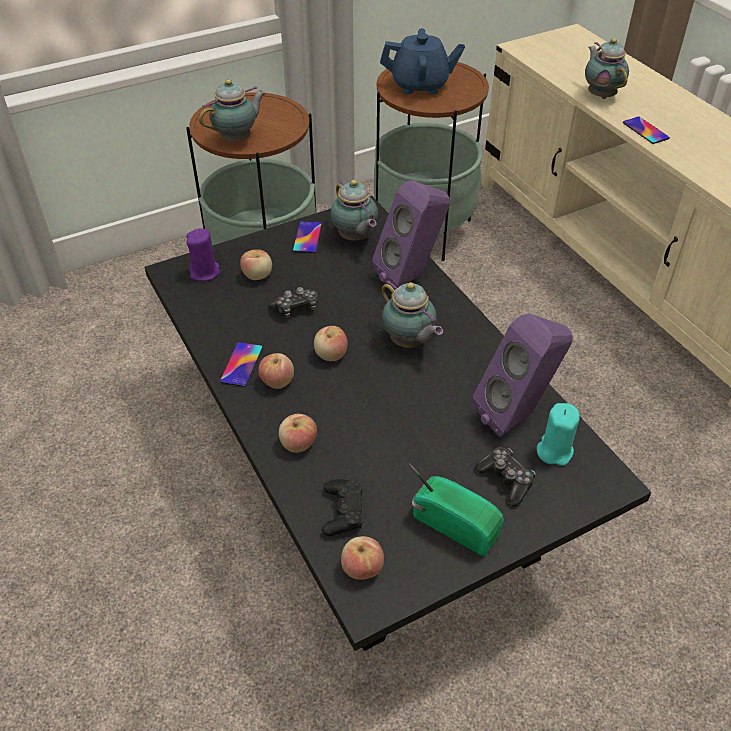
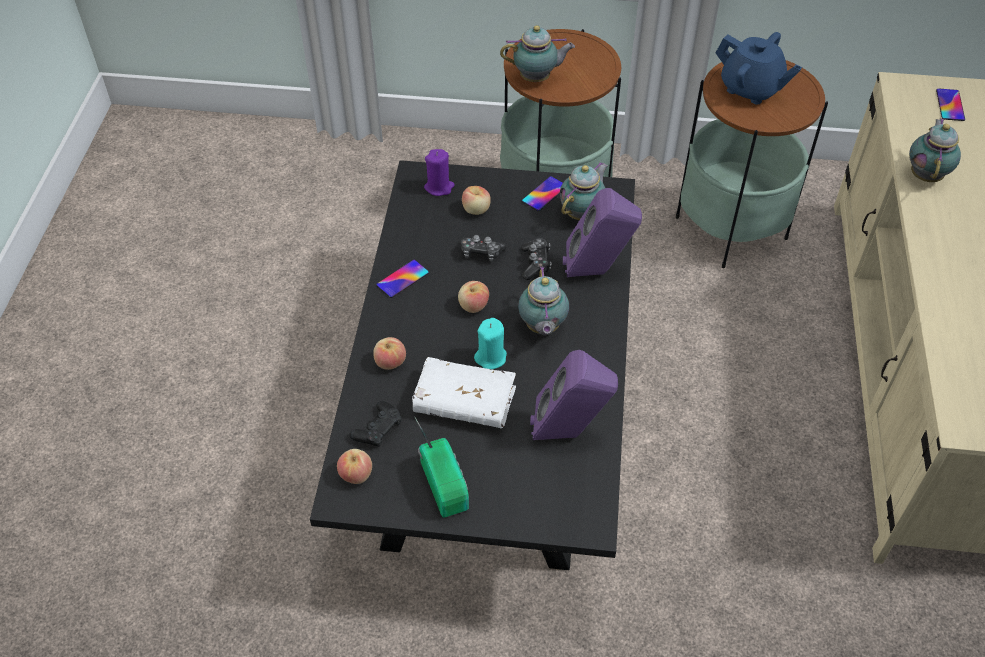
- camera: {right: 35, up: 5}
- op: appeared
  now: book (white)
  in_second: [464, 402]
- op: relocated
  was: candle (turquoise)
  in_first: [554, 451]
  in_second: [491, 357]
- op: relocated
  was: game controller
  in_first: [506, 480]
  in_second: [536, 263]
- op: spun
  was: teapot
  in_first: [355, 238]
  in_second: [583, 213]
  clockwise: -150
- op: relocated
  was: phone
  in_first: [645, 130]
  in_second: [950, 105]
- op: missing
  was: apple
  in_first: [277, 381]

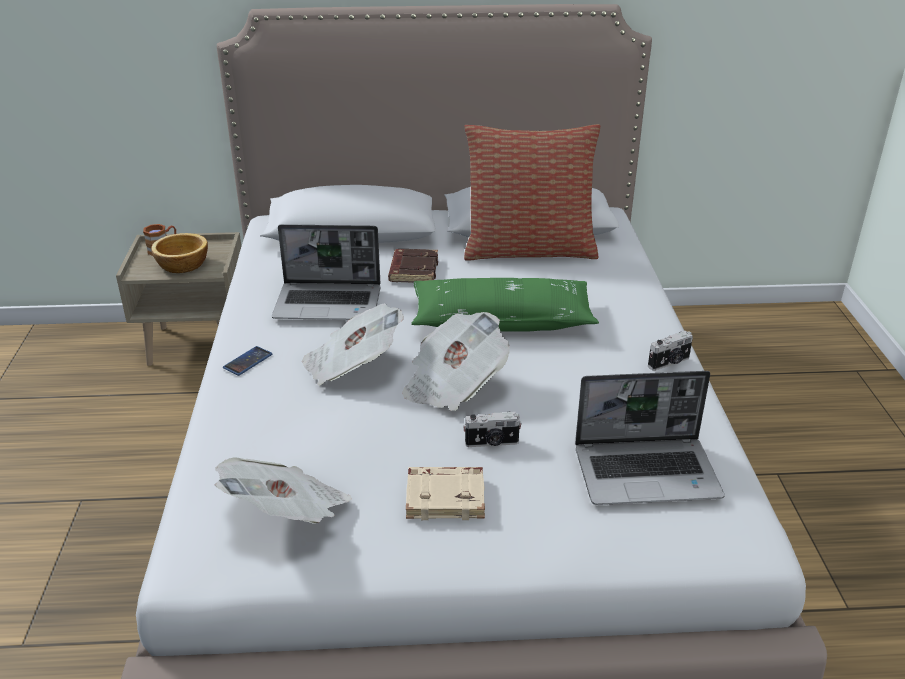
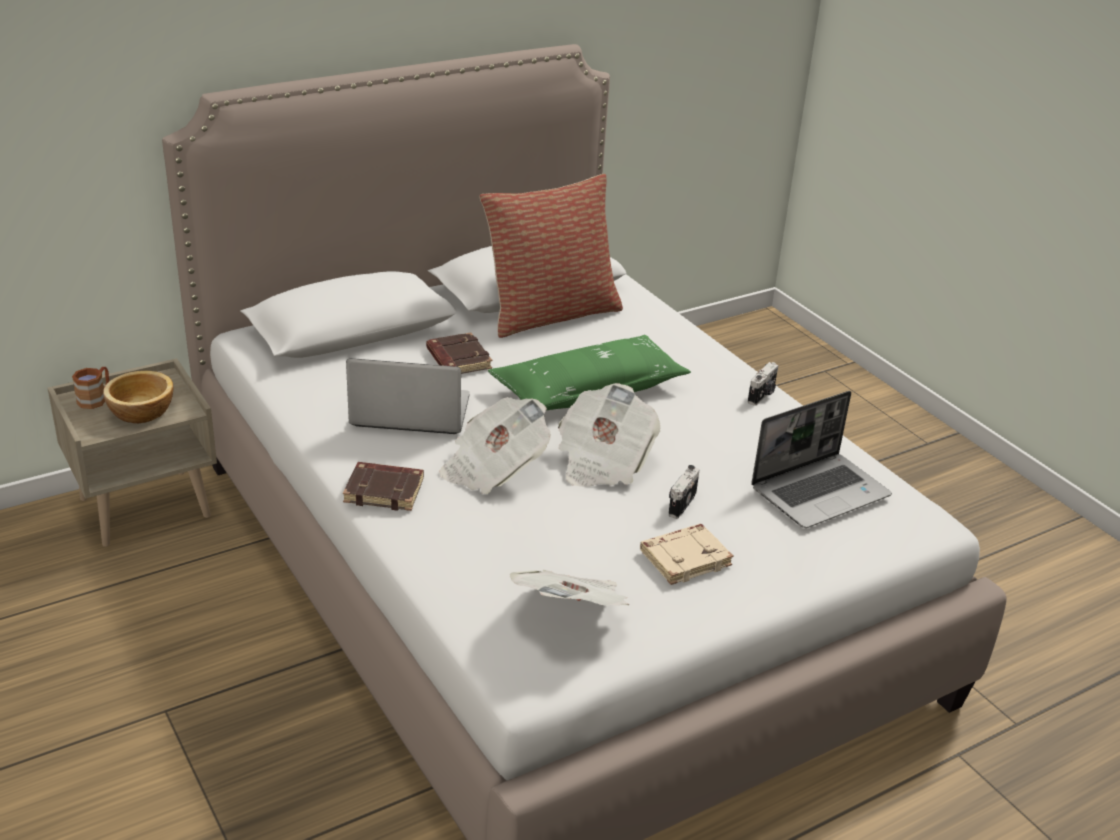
- camera: {right: -30, up: 0}
- op: exchanged
  was: phone
  now: book (brown)
  in_first: [248, 361]
  in_second: [385, 491]
- op: spun
  was: laptop
  in_first: [329, 303]
  in_second: [408, 412]
  clockwise: -150
- op: spun
  was: photo camera
  in_first: [492, 443]
  in_second: [680, 503]
  clockwise: 150

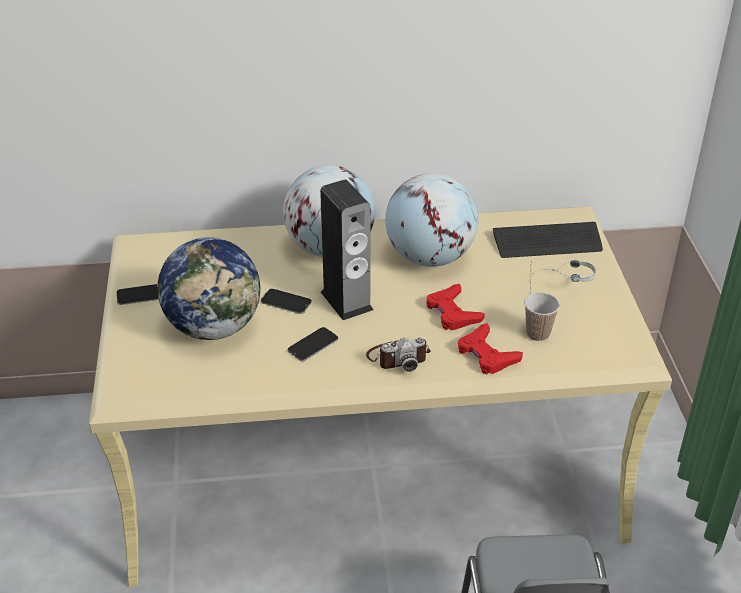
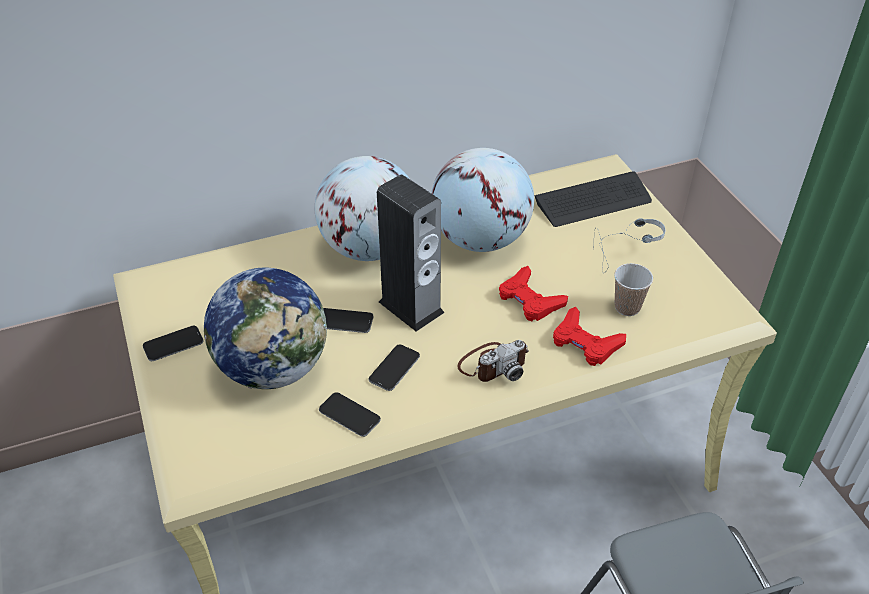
- camera: {right: -15, up: 5}
- op: appeared
  now: phone
  in_second: [349, 415]

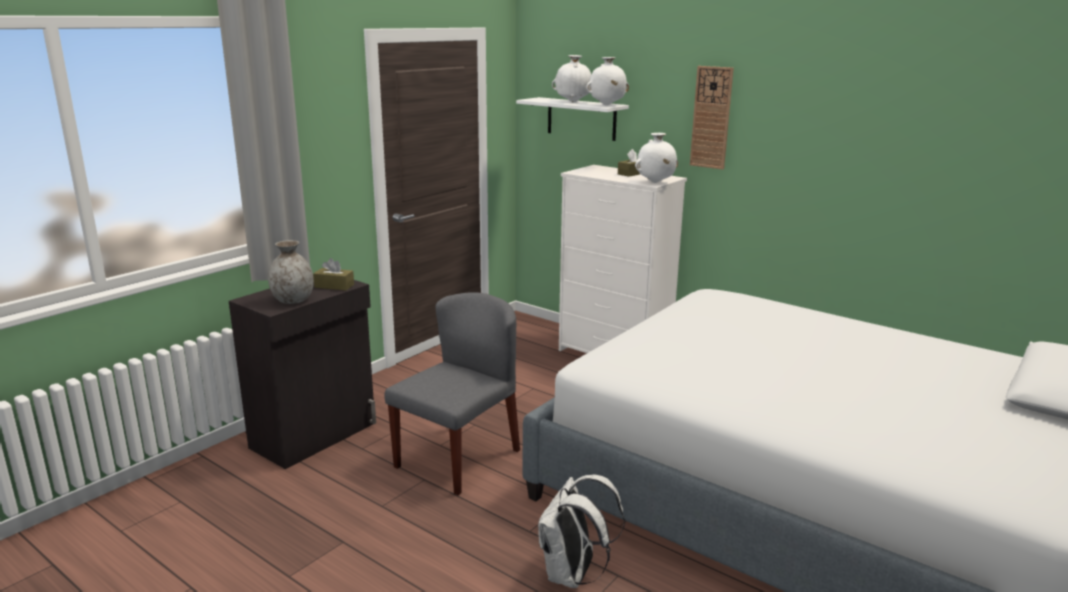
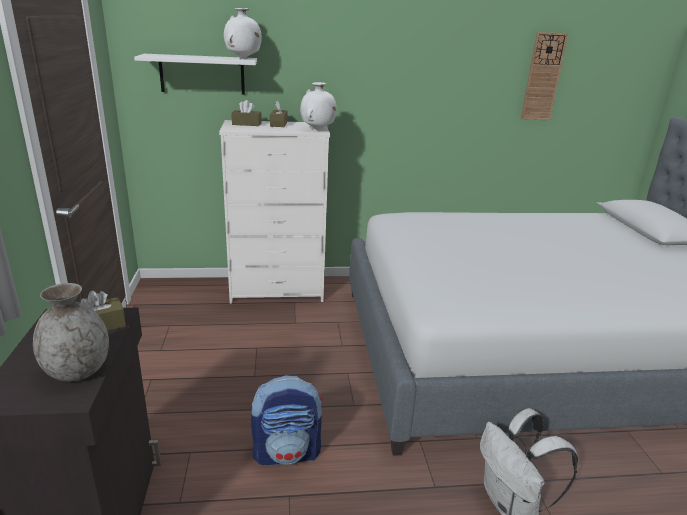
- camera: {right: -45, up: 5}
- op: appeared
  now: tissue box (brown)
  in_second: [246, 124]
- op: exchanged
  was: chair (grey)
  now: backpack
  in_first: [458, 458]
  in_second: [287, 452]
- op: relocated
  was: wall clock
  in_first: [711, 117]
  in_second: [543, 77]
- op: missing
  was: vase (white)
  in_first: [573, 102]

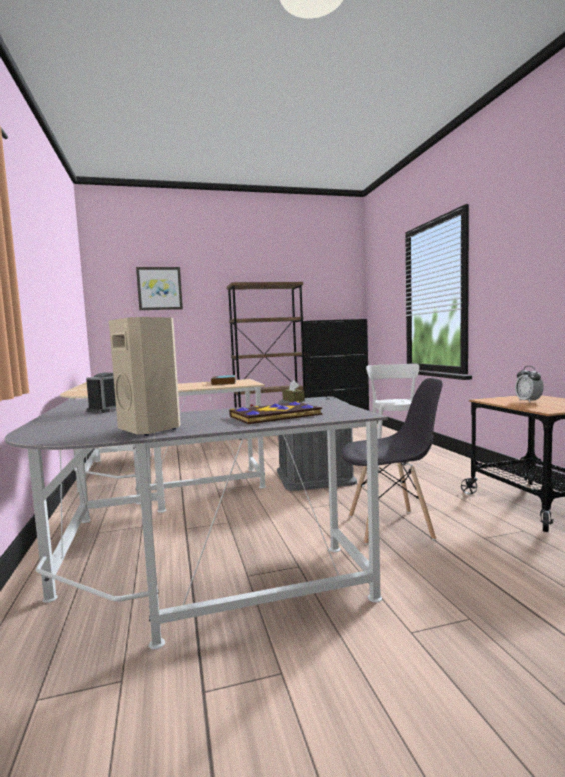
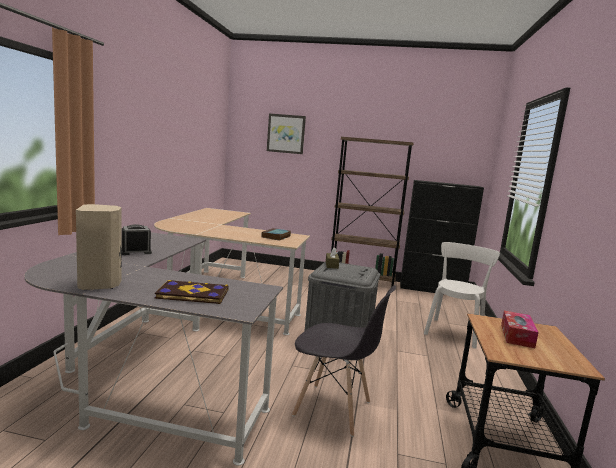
- camera: {right: 25, up: 5}
- op: exchanged
  was: alarm clock
  now: tissue box
  in_first: [528, 401]
  in_second: [517, 336]

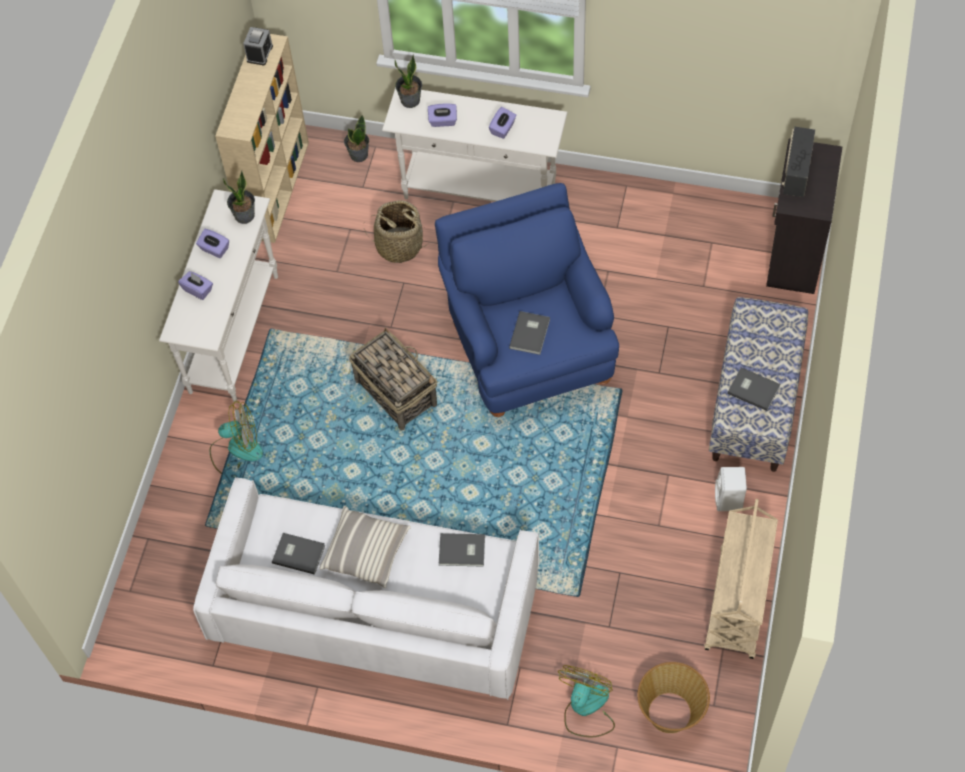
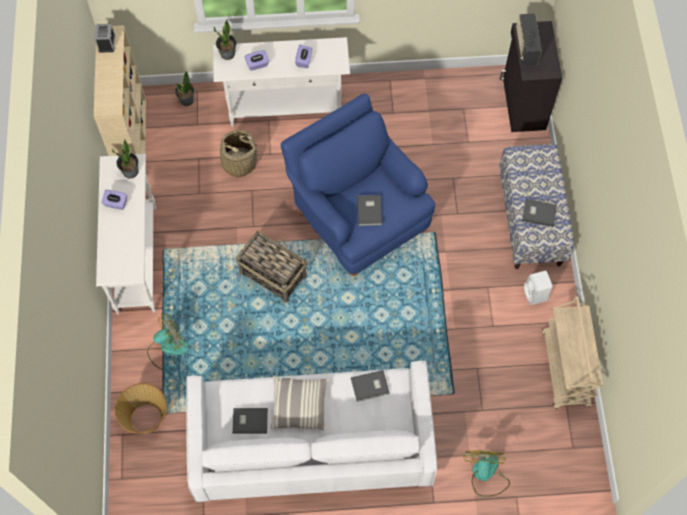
- camera: {right: -20, up: 5}
- op: relocated
  was: basket
  in_first: [670, 713]
  in_second: [146, 418]
- op: missing
  was: tissue box (purple)
  in_first: [198, 290]

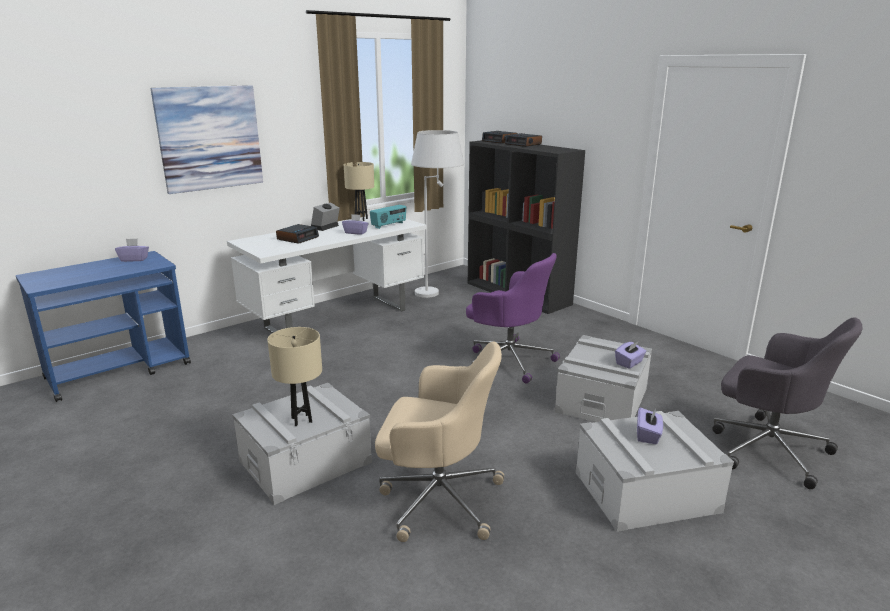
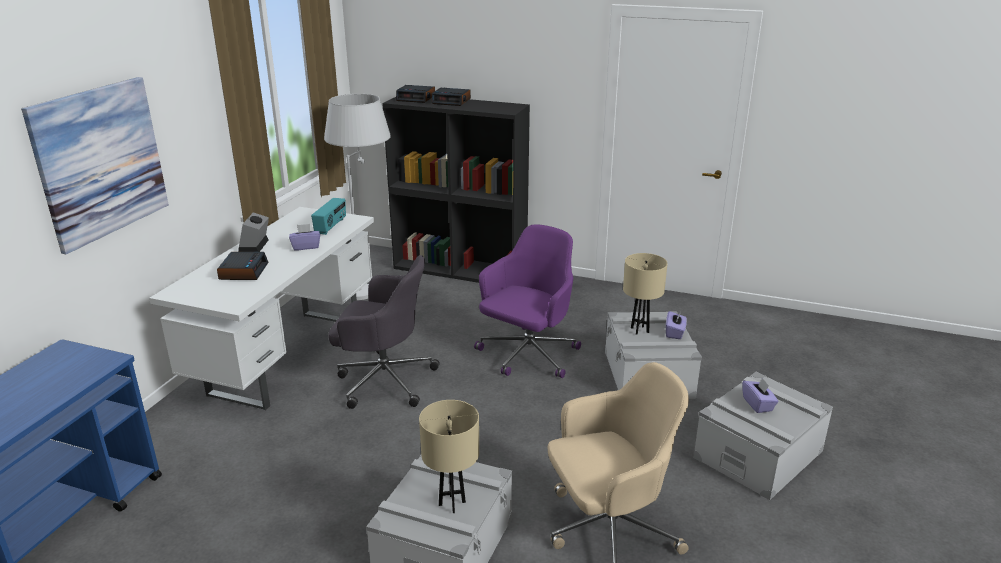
- camera: {right: -30, up: 5}
- op: relocated
  was: office chair (grey)
  in_first: [766, 448]
  in_second: [384, 380]
- op: spun
  was: office chair (purple)
  in_first: [508, 360]
  in_second: [527, 355]
  clockwise: -60
- op: relocated
  was: table lamp (beige)
  in_first: [361, 219]
  in_second: [639, 330]
- op: missing
  was: tissue box (purple)
  in_first: [134, 259]

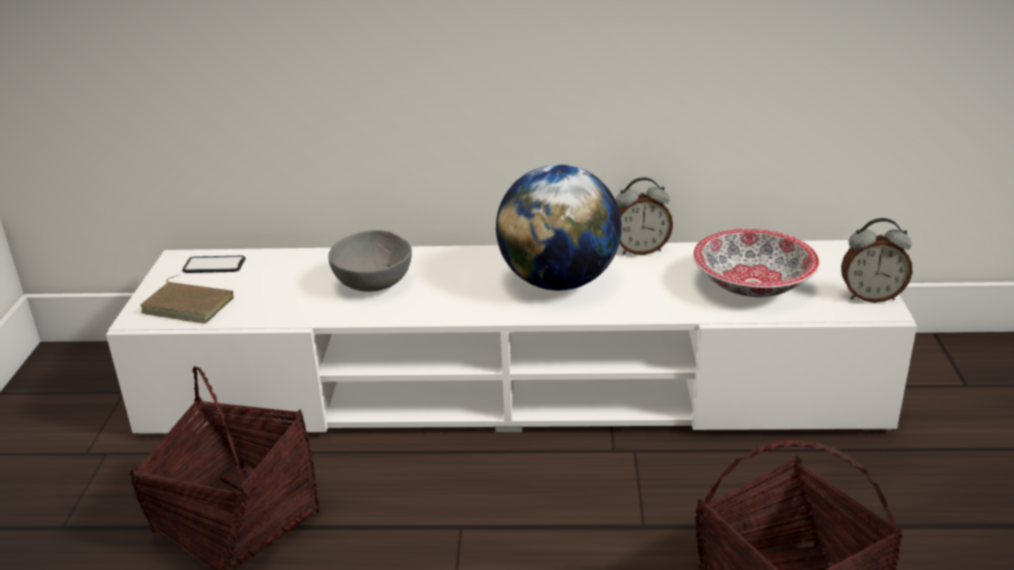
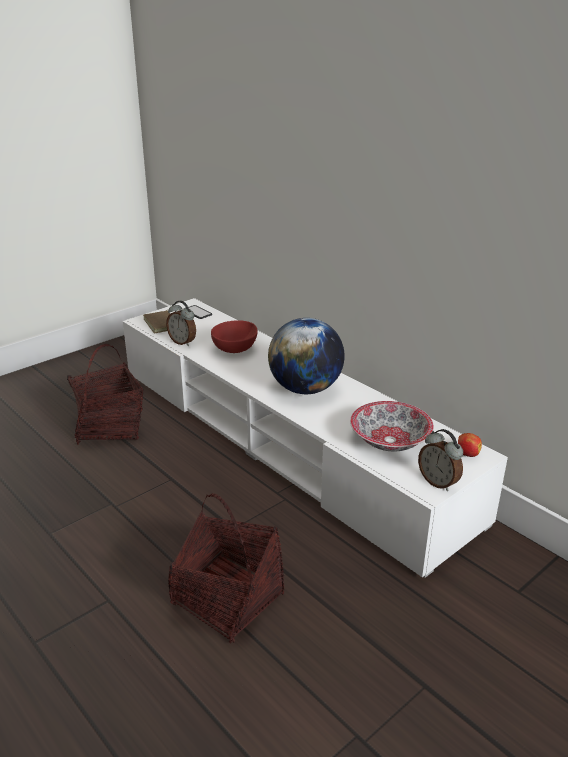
- camera: {right: 45, up: 0}
- op: relocated
  was: alarm clock
  in_first: [640, 250]
  in_second: [183, 342]
- op: colour
  was: bowl (grey)
  now: bowl (red)
  in_first: [375, 283]
  in_second: [236, 349]
- op: appeared
  now: apple
  in_second: [467, 454]

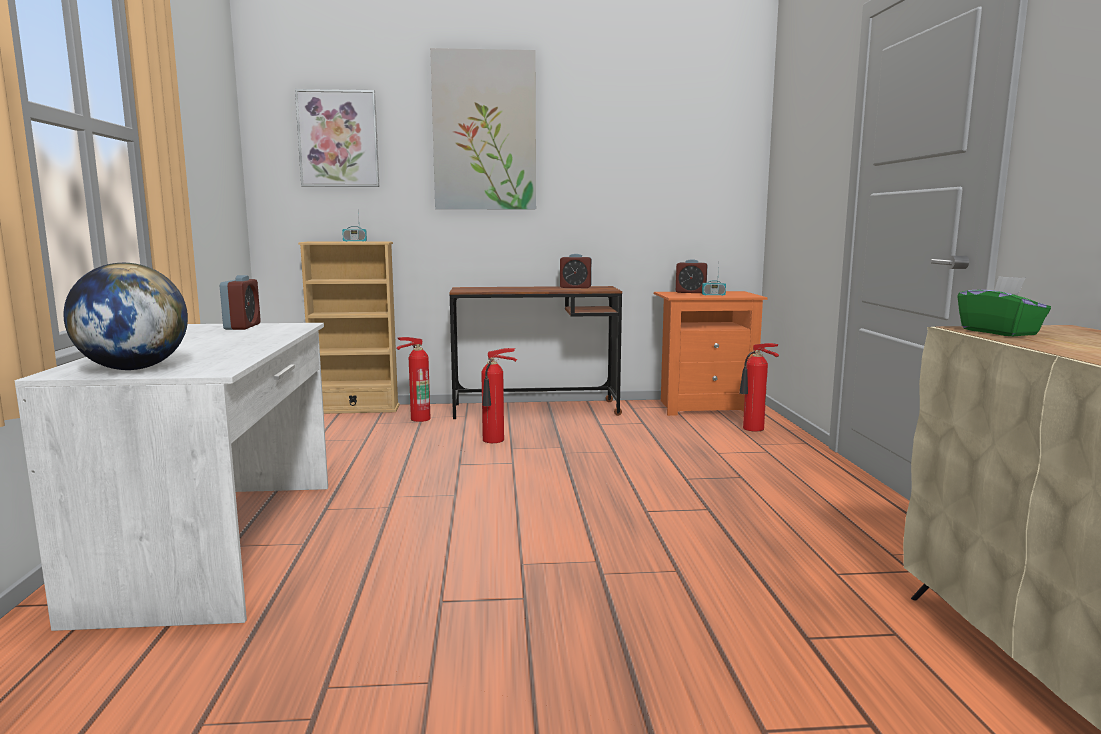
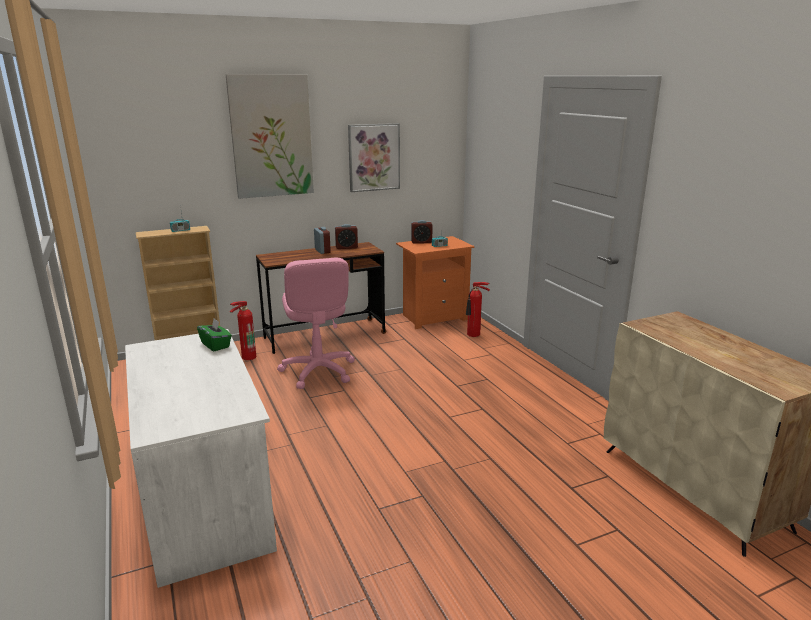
- camera: {right: -20, up: 10}
- op: relocated
  was: tissue box (green)
  in_first: [999, 332]
  in_second: [216, 345]
- op: exchanged
  was: fire extinguisher
  now: office chair (pink)
  in_first: [494, 441]
  in_second: [318, 371]
- op: relocated
  was: alarm clock
  in_first: [242, 326]
  in_second: [322, 251]
- op: relocated
  was: picture
  in_first: [338, 139]
  in_second: [374, 157]
- op: missing
  was: globe
  in_first: [133, 369]

